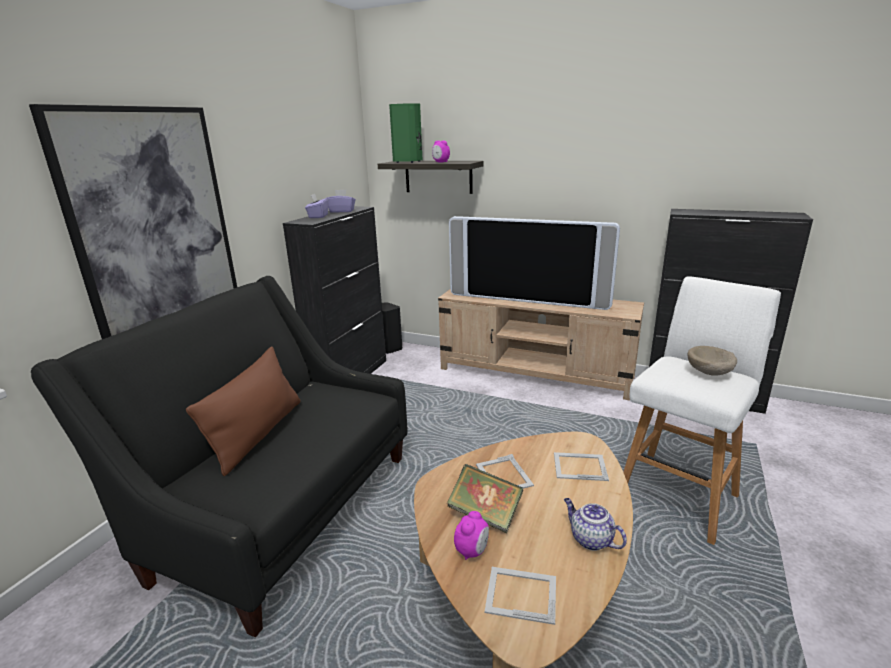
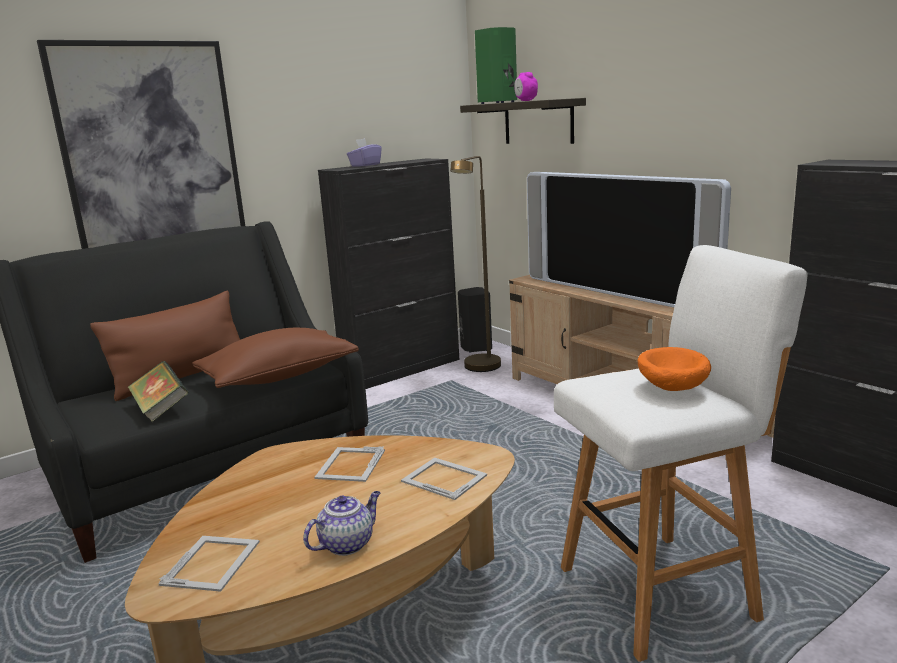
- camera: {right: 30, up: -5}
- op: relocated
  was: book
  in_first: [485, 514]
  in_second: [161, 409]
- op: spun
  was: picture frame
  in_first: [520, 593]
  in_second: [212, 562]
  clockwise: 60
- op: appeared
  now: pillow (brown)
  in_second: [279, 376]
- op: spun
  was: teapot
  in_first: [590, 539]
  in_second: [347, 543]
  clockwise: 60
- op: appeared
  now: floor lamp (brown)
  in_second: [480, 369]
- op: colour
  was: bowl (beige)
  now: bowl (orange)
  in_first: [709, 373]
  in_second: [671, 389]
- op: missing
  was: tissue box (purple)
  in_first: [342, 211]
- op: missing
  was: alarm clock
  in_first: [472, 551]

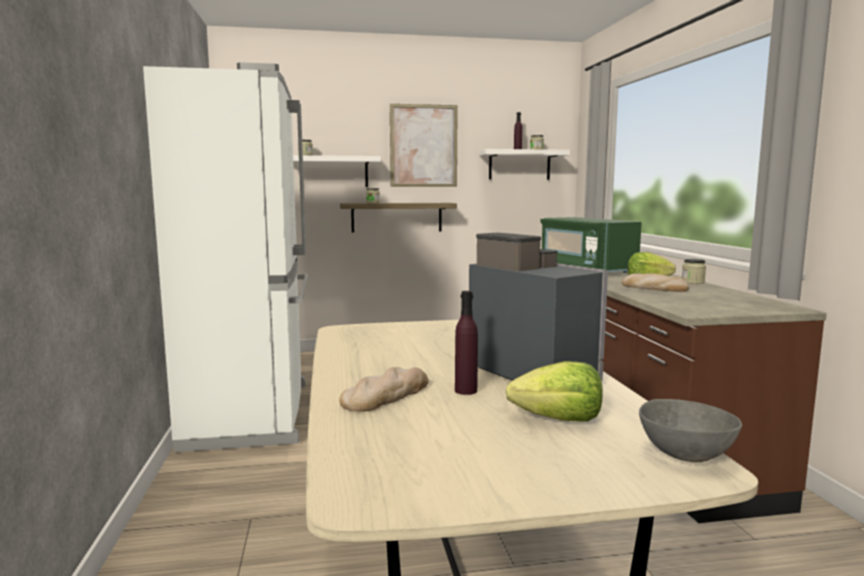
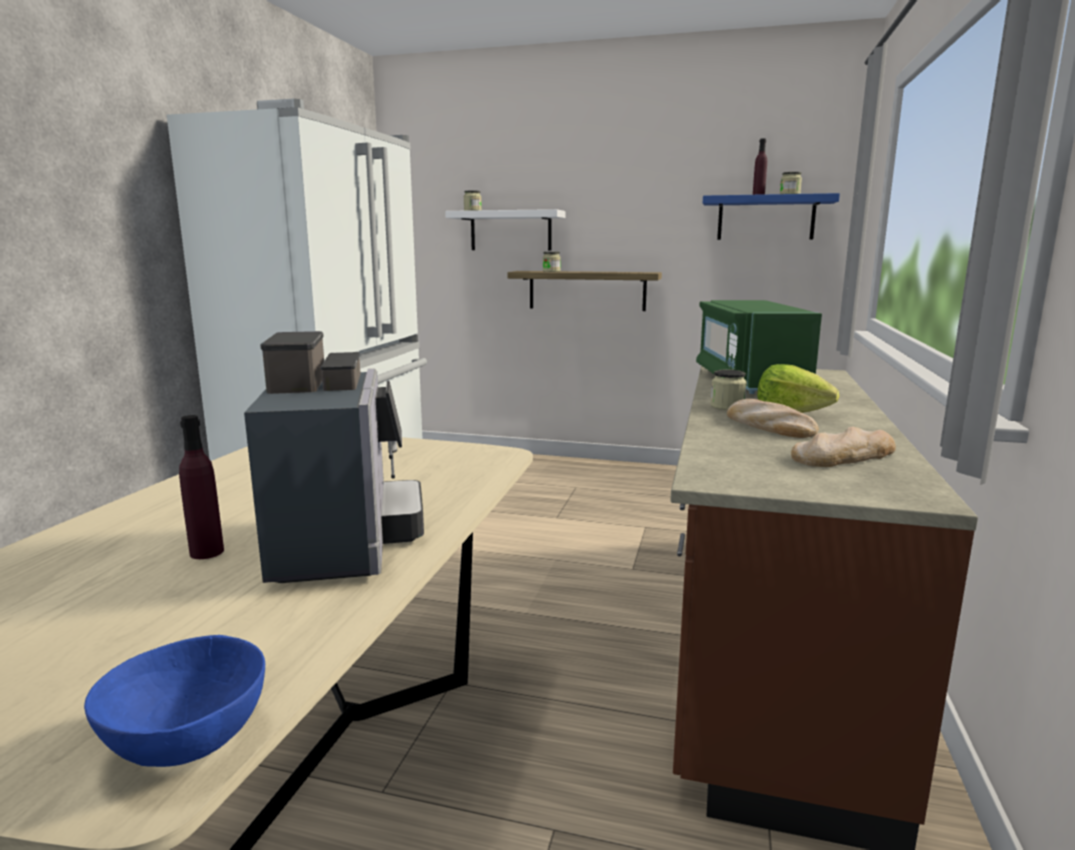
- camera: {right: 25, up: 5}
- op: colour
  was: bowl (grey)
  now: bowl (blue)
  in_first: [686, 456]
  in_second: [185, 744]
- op: colour
  was: shelf (white)
  now: shelf (blue)
  in_first: [519, 165]
  in_second: [766, 218]
- op: relocated
  was: jar
  in_first: [692, 282]
  in_second: [727, 406]
- op: relocated
  was: bread
  in_first: [386, 395]
  in_second: [843, 456]
- op: missing
  was: picture
  in_first: [423, 146]
- op: missing
  was: lettuce
  in_first: [559, 419]

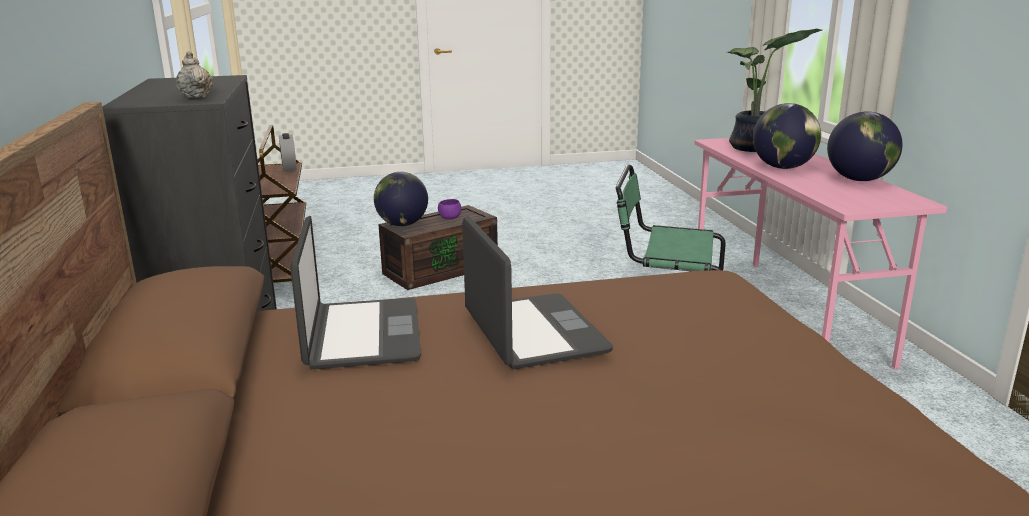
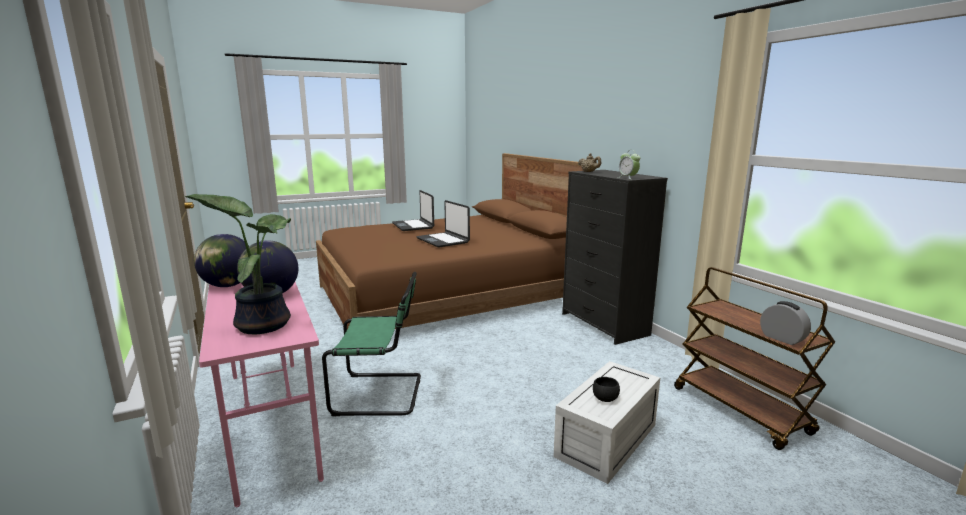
- camera: {right: 165, up: -5}
- op: relocated
  was: laptop
  in_first: [361, 335]
  in_second: [413, 226]
- op: colour
  was: storage box (brown)
  now: storage box (white)
  in_first: [441, 269]
  in_second: [607, 442]
- op: colour
  was: bowl (purple)
  now: bowl (black)
  in_first: [450, 218]
  in_second: [605, 398]
- op: appeared
  now: alarm clock
  in_second: [628, 178]
- op: missing
  was: globe
  in_first: [402, 224]

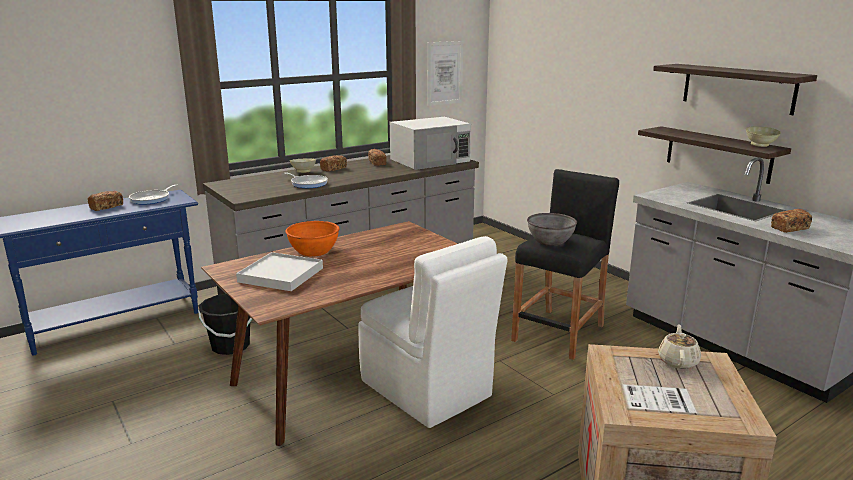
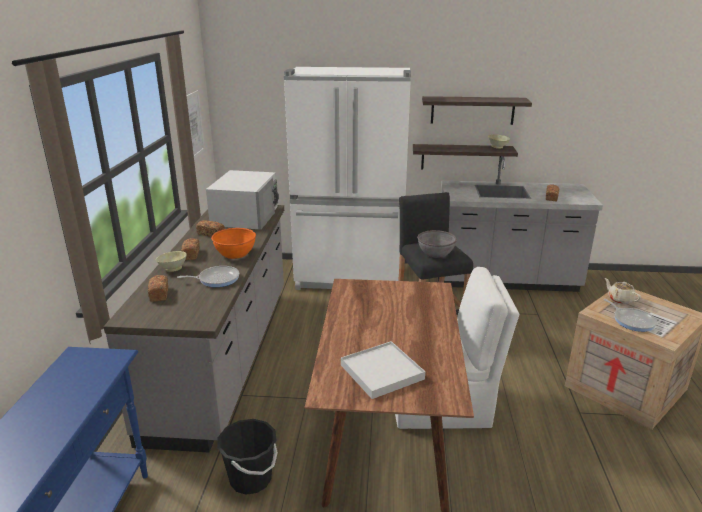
- camera: {right: -50, up: 5}
- op: relocated
  was: bread
  in_first: [106, 207]
  in_second: [159, 294]
- op: relocated
  was: bowl (orange)
  in_first: [313, 251]
  in_second: [235, 254]
- op: appeared
  now: fridge (white)
  in_second: [350, 277]
- op: relocated
  was: frying pan
  in_first: [152, 199]
  in_second: [632, 321]

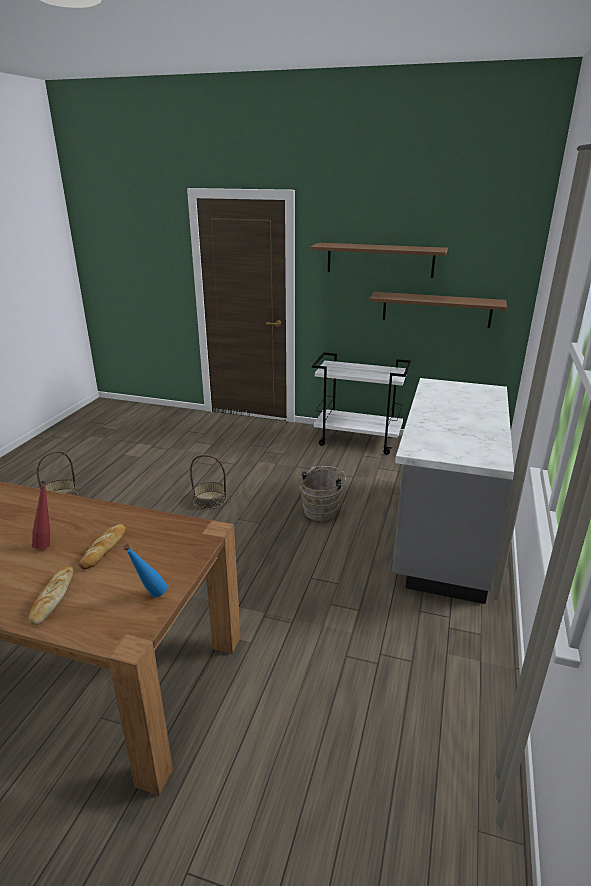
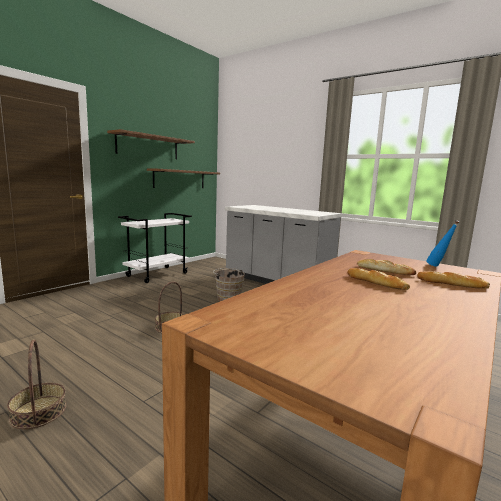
- camera: {right: -70, up: -15}
- op: exchanged
  was: bottle (red)
  now: bread
  in_first: [47, 542]
  in_second: [376, 282]

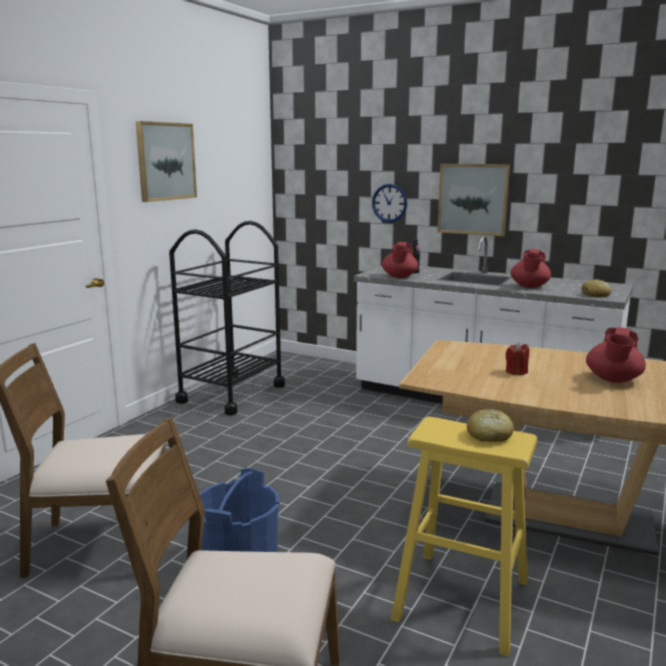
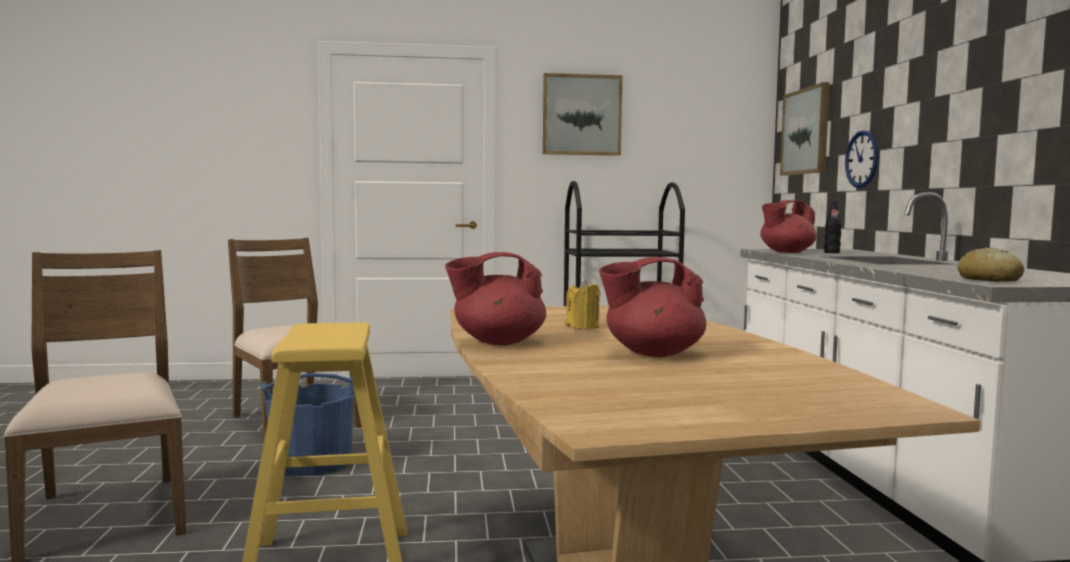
- camera: {right: 55, up: -10}
- op: relocated
  was: teapot (red)
  in_first: [529, 286]
  in_second: [497, 342]
- op: colour
  was: candle (red)
  now: candle (yellow)
  in_first: [516, 372]
  in_second: [583, 326]
- op: relocated
  was: picture
  in_first: [473, 199]
  in_second: [806, 131]
- op: missing
  was: bread
  in_first: [489, 435]

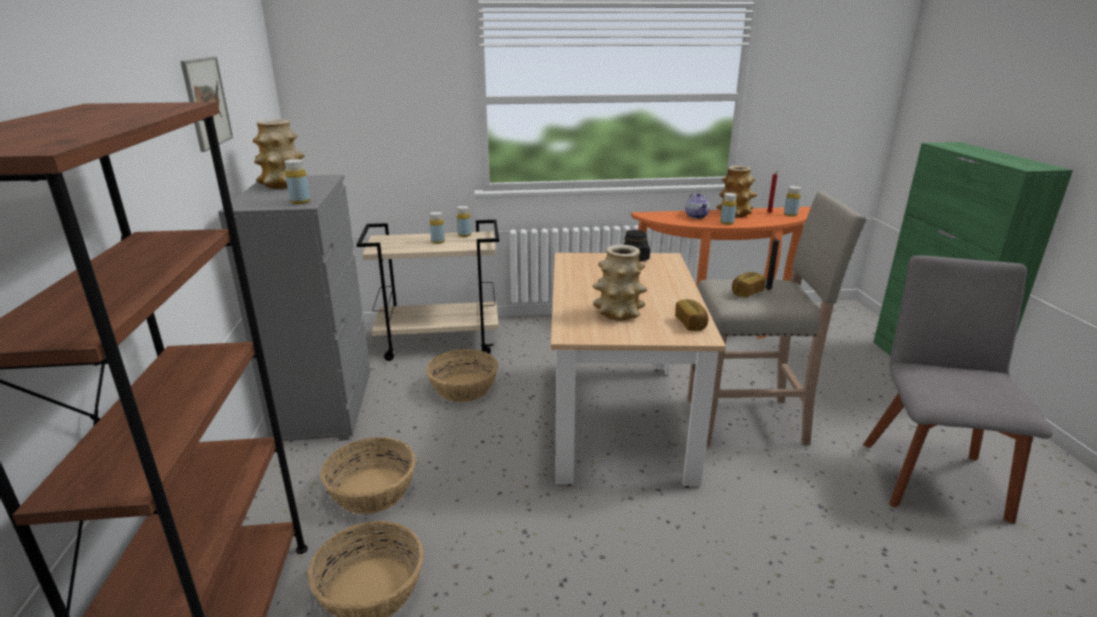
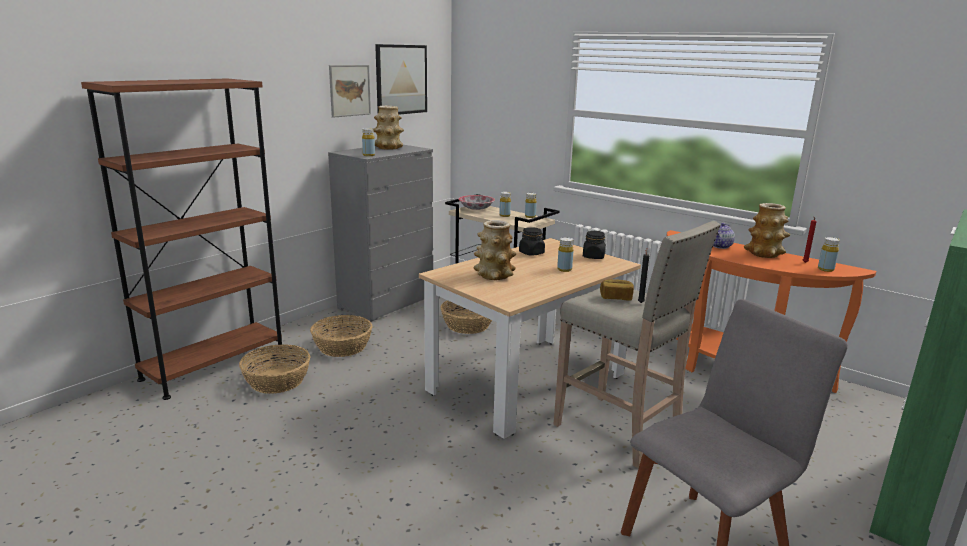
- camera: {right: 45, up: -5}
- op: appeared
  now: picture
  in_second: [401, 79]
- op: appeared
  now: bowl
  in_second: [476, 208]
- op: appeared
  now: jar (black)
  in_second: [531, 253]
- op: relocated
  was: bottle (yellow)
  in_first: [727, 223]
  in_second: [564, 269]
- op: missing
  was: bread
  in_first: [691, 324]

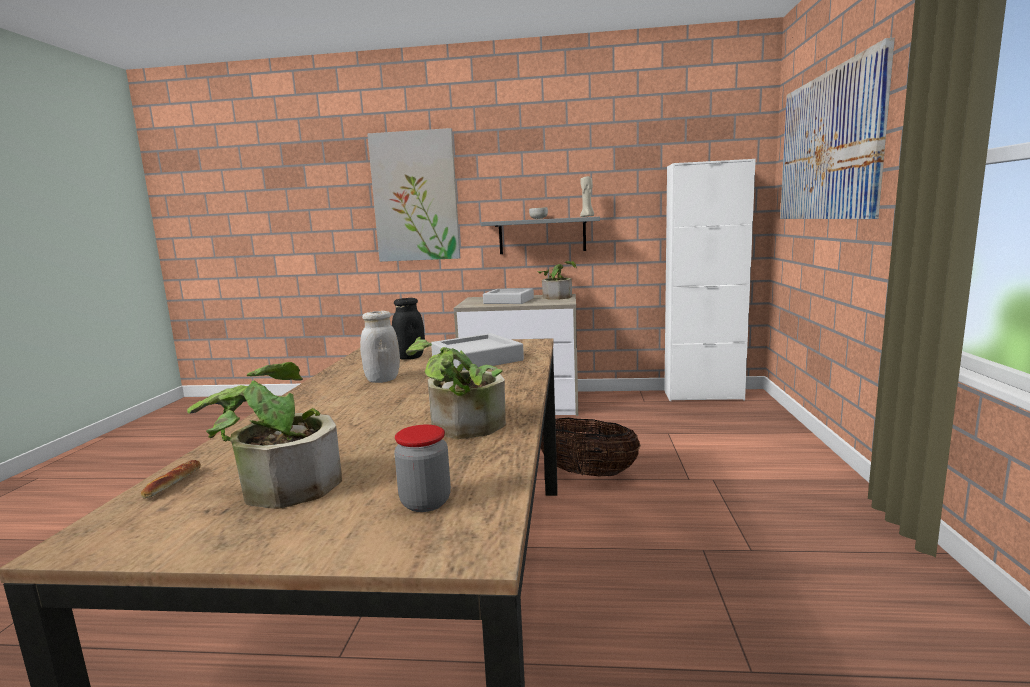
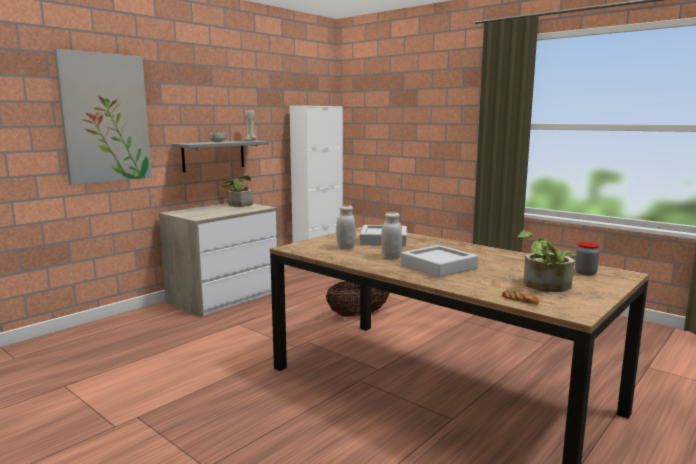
- camera: {right: -55, up: 0}
- op: colour
  was: jar (black)
  now: jar (white)
  in_first: [410, 357]
  in_second: [346, 247]
- op: relocated
  was: tray (grey)
  in_first: [509, 301]
  in_second: [438, 266]
- op: missing
  was: potted plant
  in_first: [462, 428]
- op: missing
  was: picture
  in_first: [829, 146]

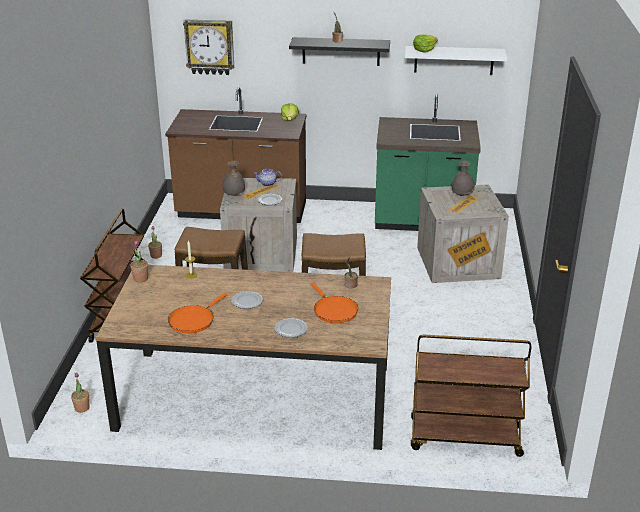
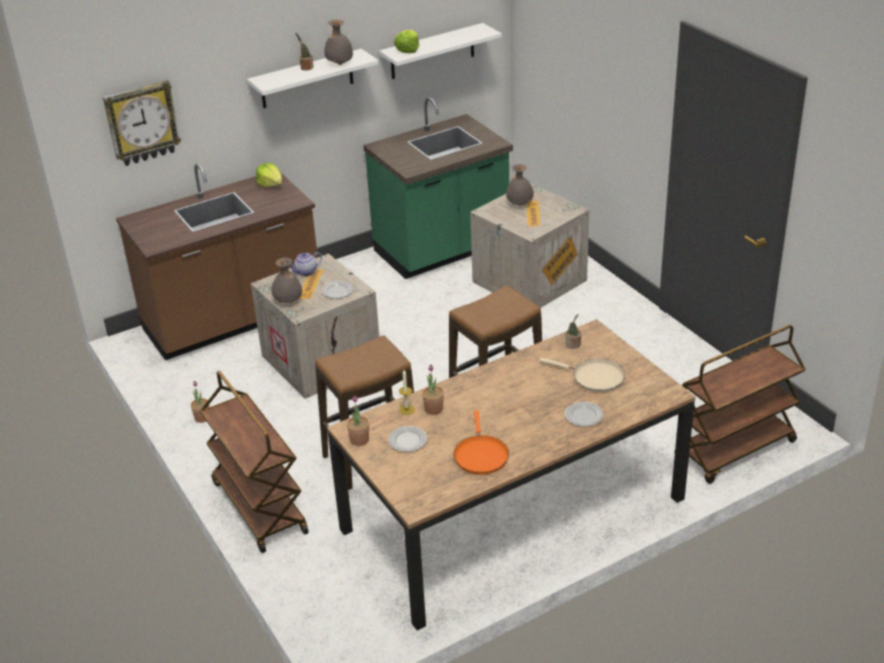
- camera: {right: -35, up: 5}
- op: colour
  was: shelf (black)
  now: shelf (white)
  in_first: [341, 51]
  in_second: [307, 79]
- op: appeared
  now: vase (grey)
  in_second: [339, 63]
- op: relocated
  was: plate
  in_first: [246, 302]
  in_second: [407, 441]
- op: relocated
  was: potted plant
  in_first: [82, 408]
  in_second: [433, 409]
- op: colour
  was: frying pan (orange)
  now: frying pan (beige)
  in_first: [334, 310]
  in_second: [594, 377]

